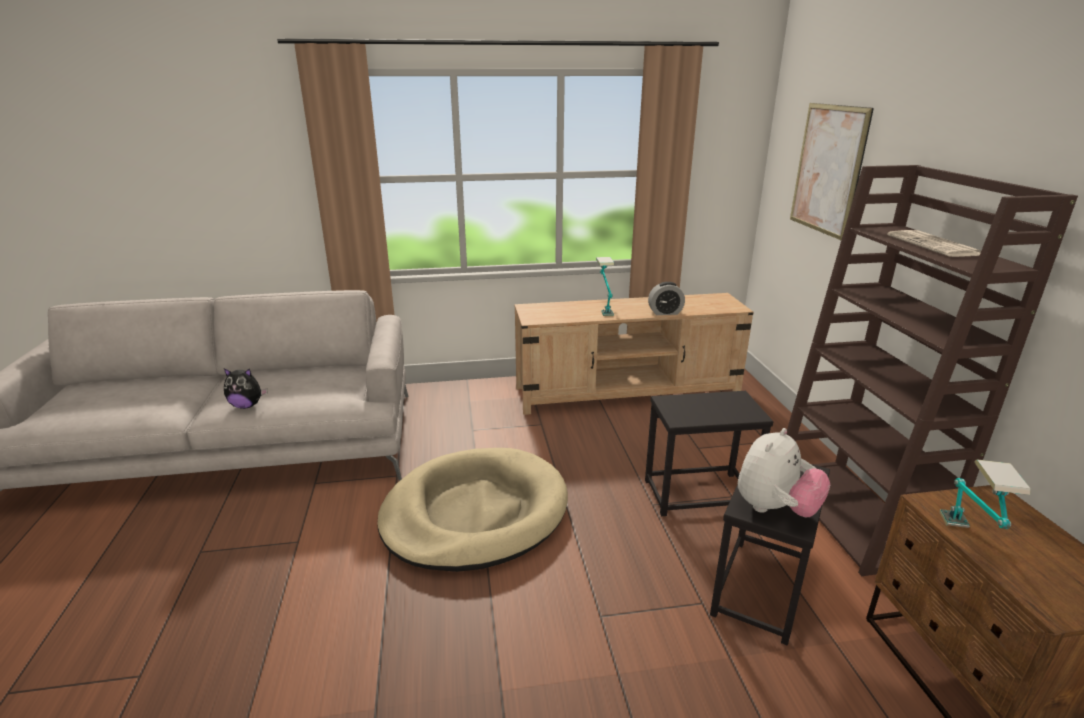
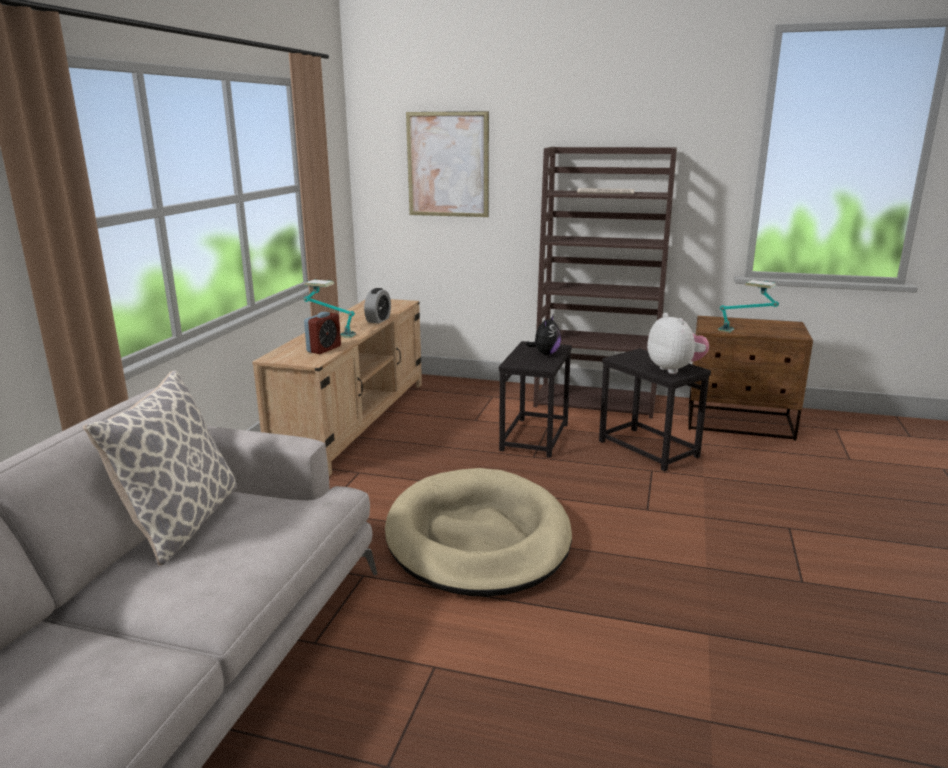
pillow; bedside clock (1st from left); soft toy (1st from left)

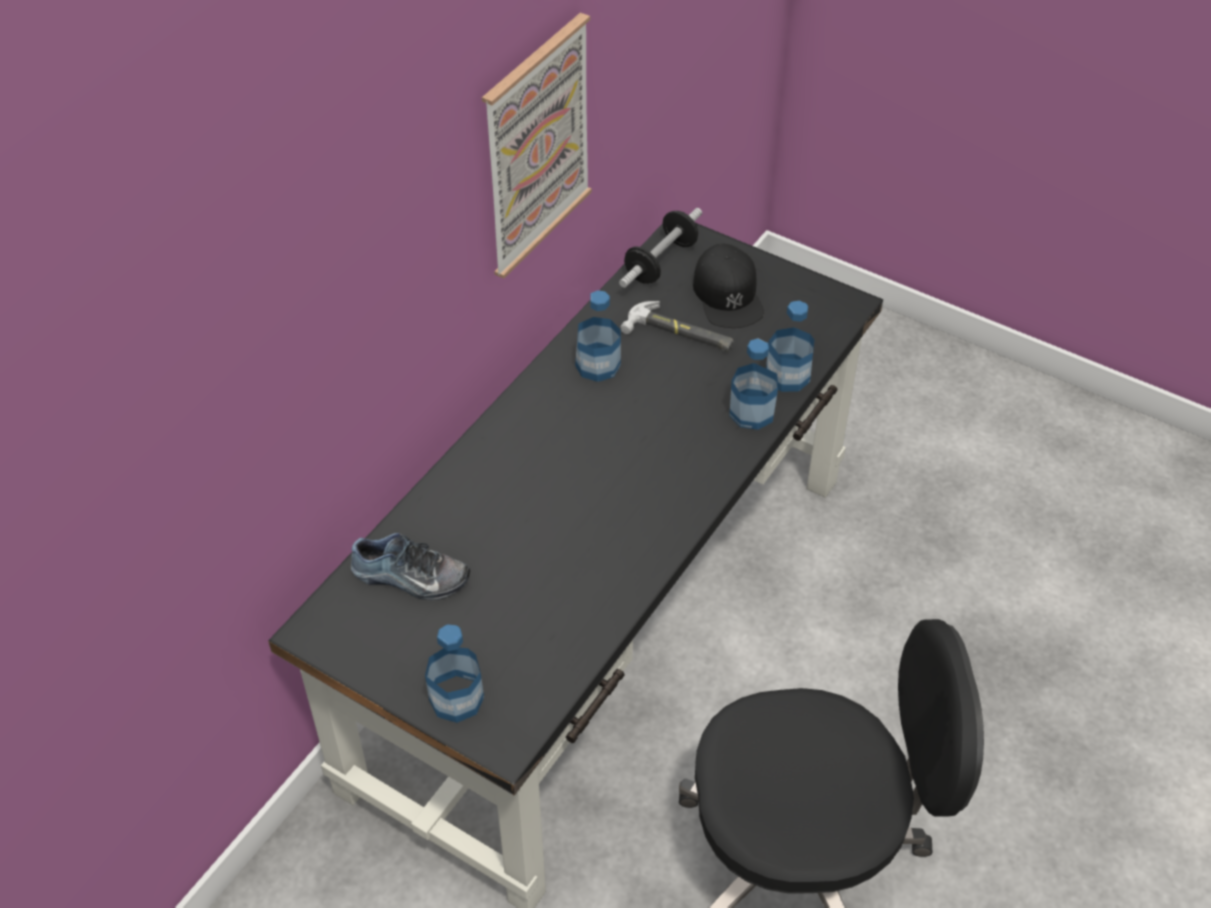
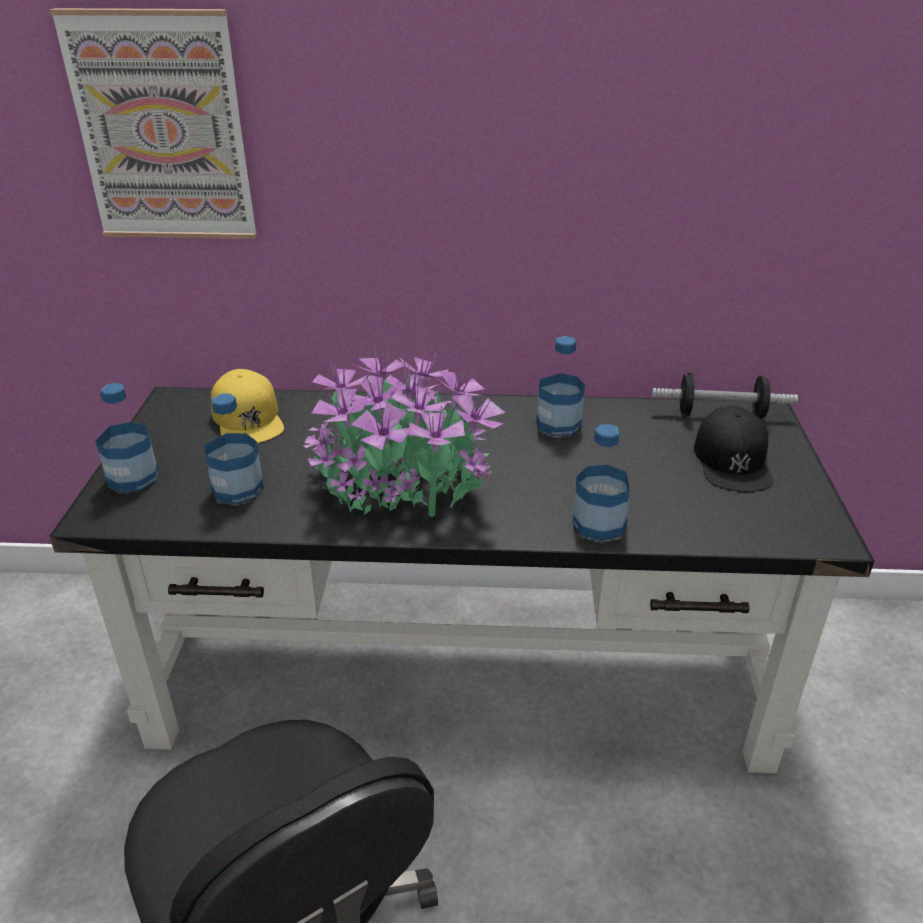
tool hammer; potted plant; picture; drink bottle (2nd from left); peaked cap/yellow-coloured; peaked cap/blackish

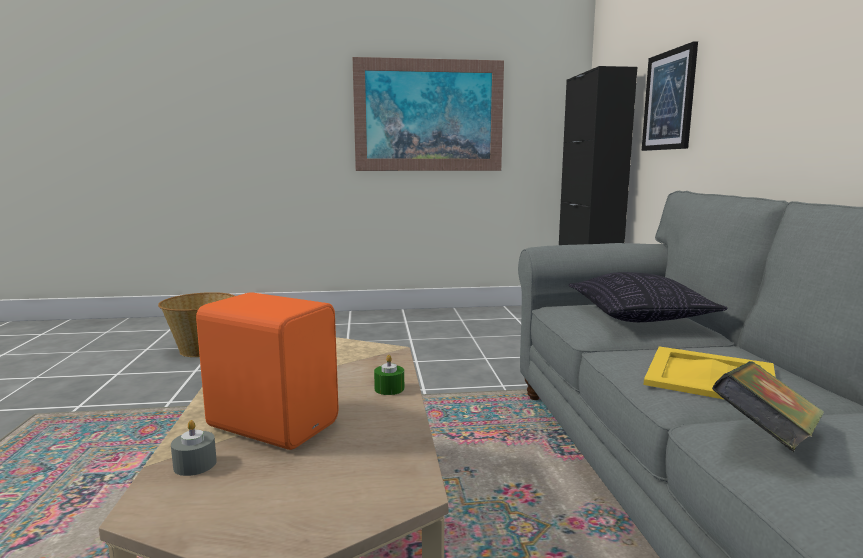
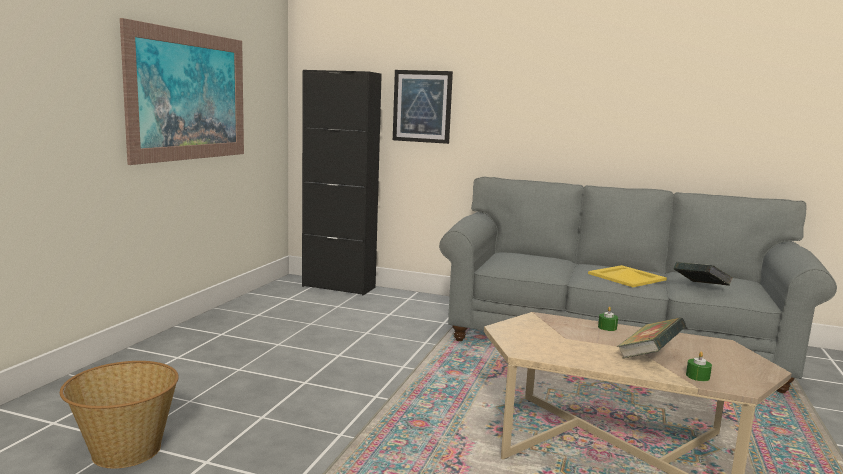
pillow; bound book (1st from left); wax candle/greenish (2nd from left)

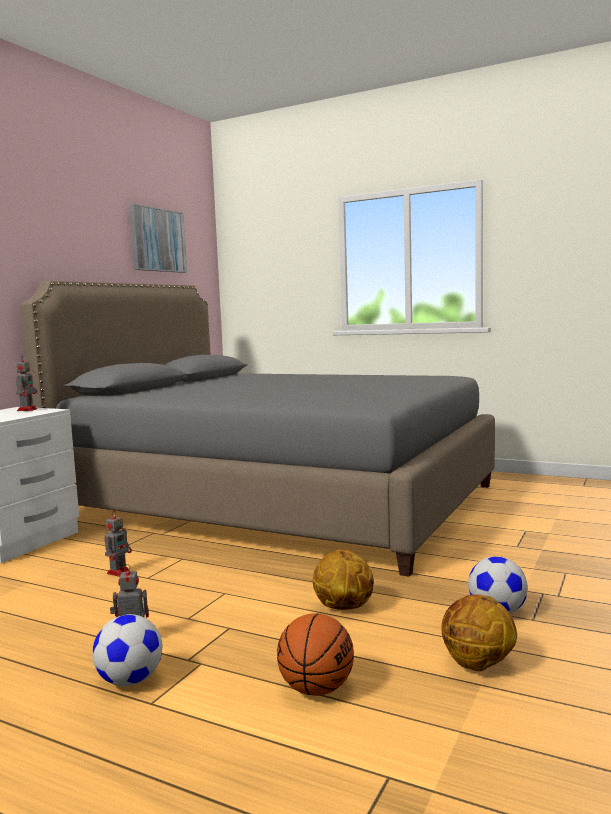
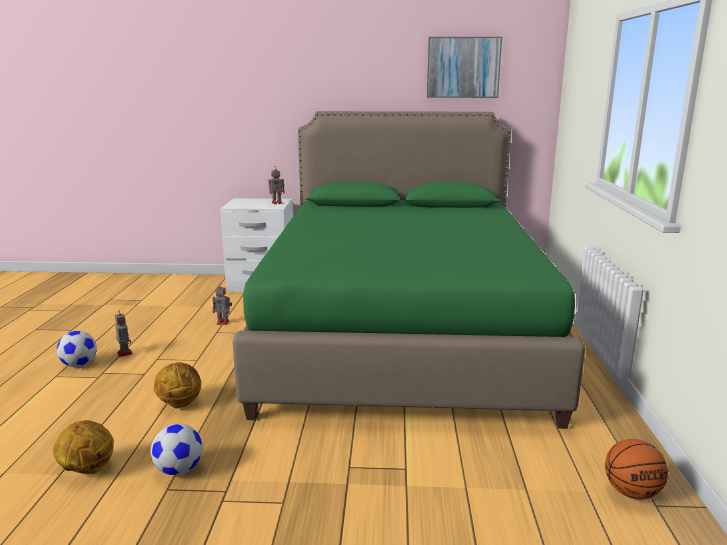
basketball (3rd from left); bed/greenish

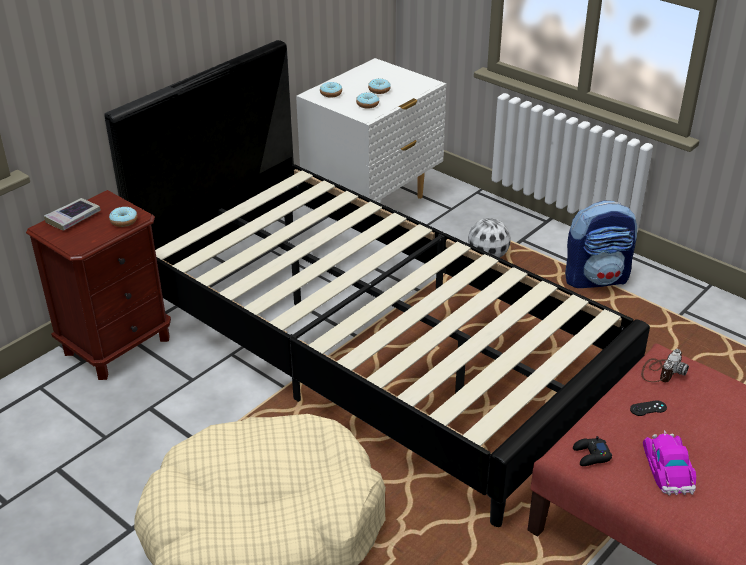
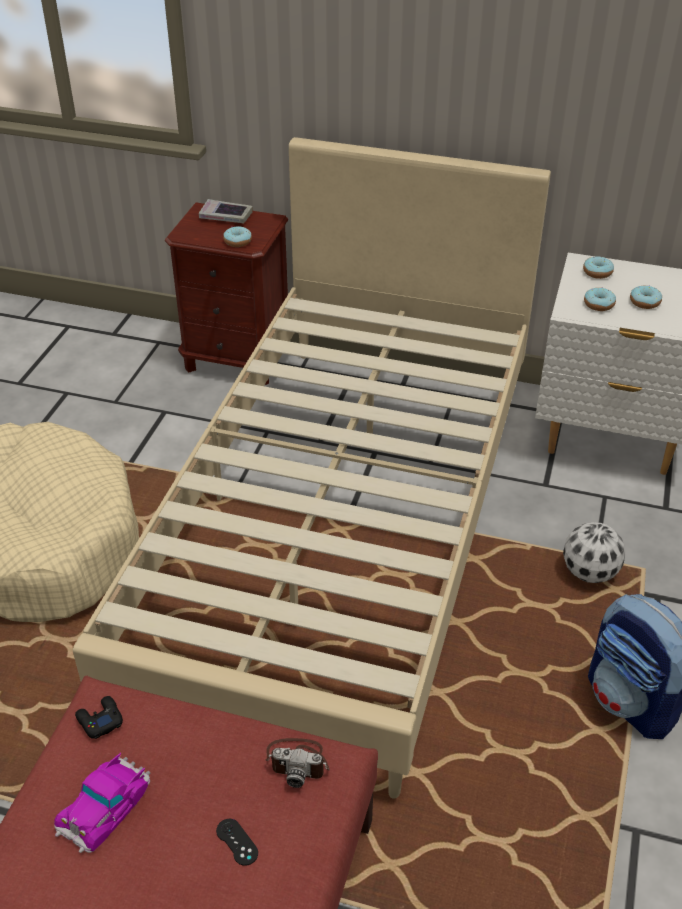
gamepad/blackish (2nd from left); bed/beige-coloured; toy car

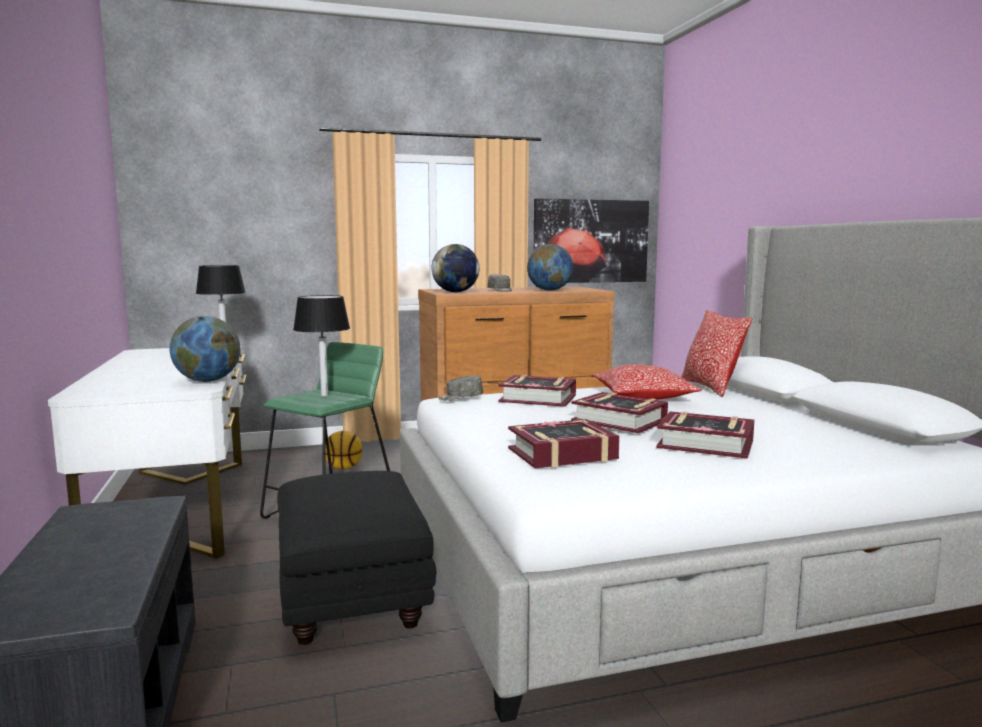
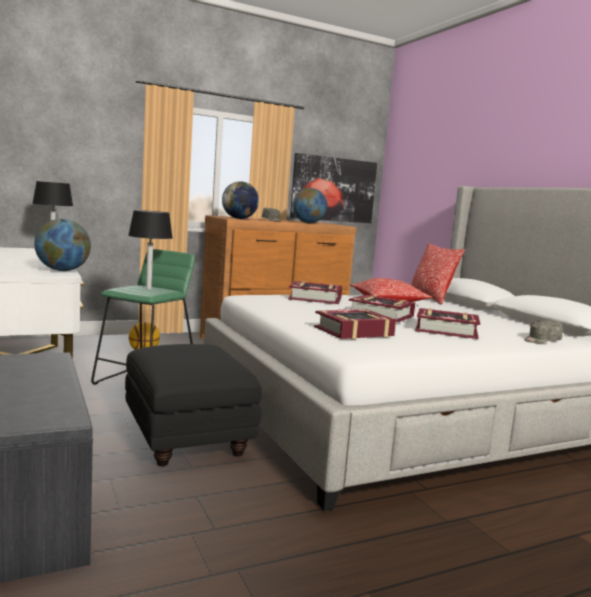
peaked cap/greyish (2nd from left)

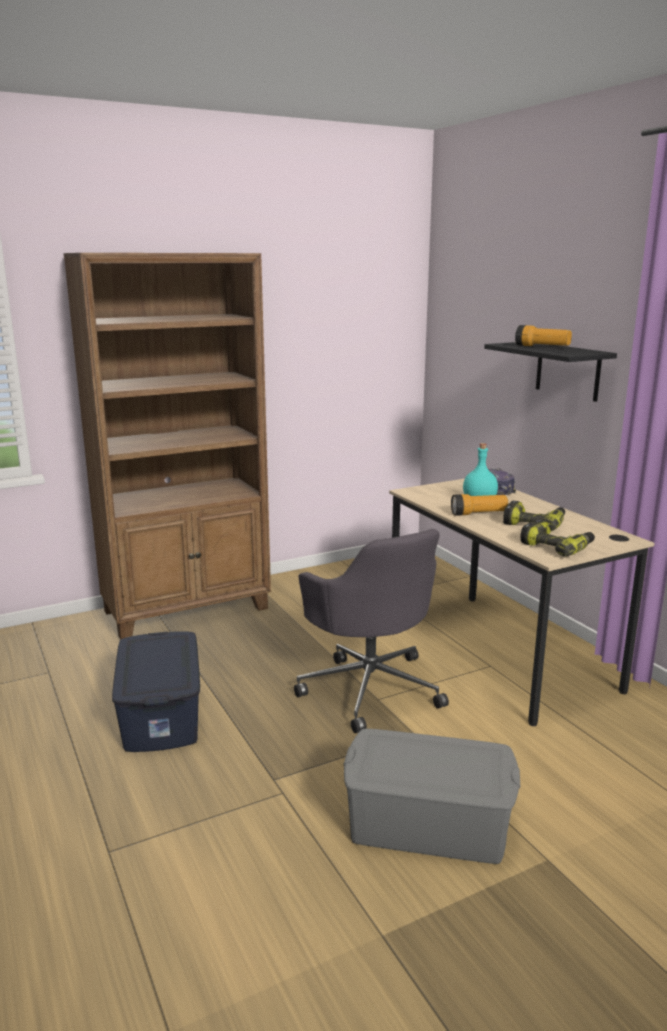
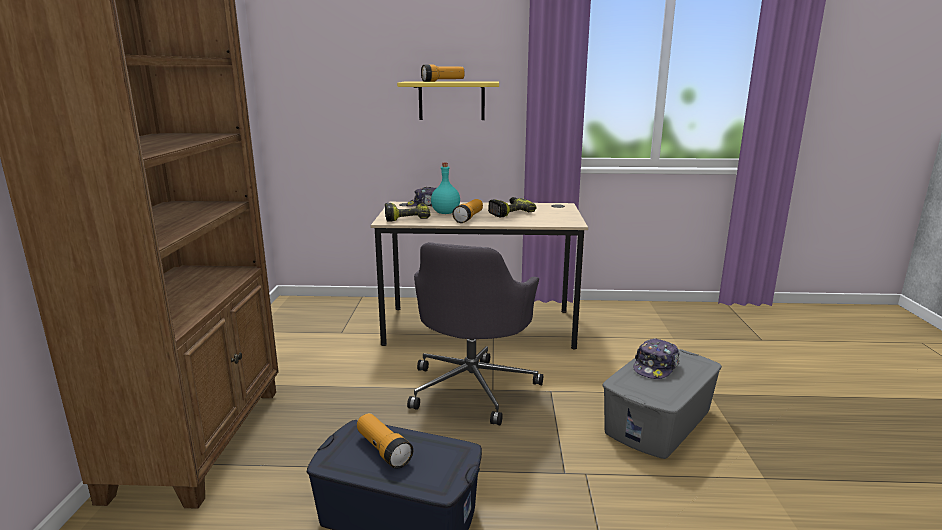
hand torch (1st from left); peaked cap (2nd from left); power drill (1st from left); wall shelf/yellow-coloured; desk chair/greyish

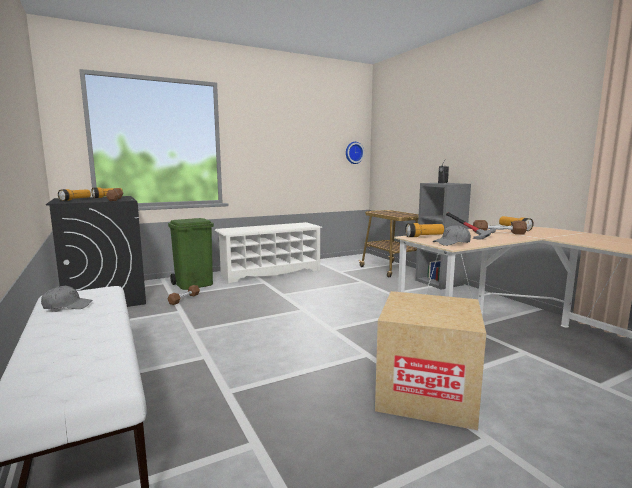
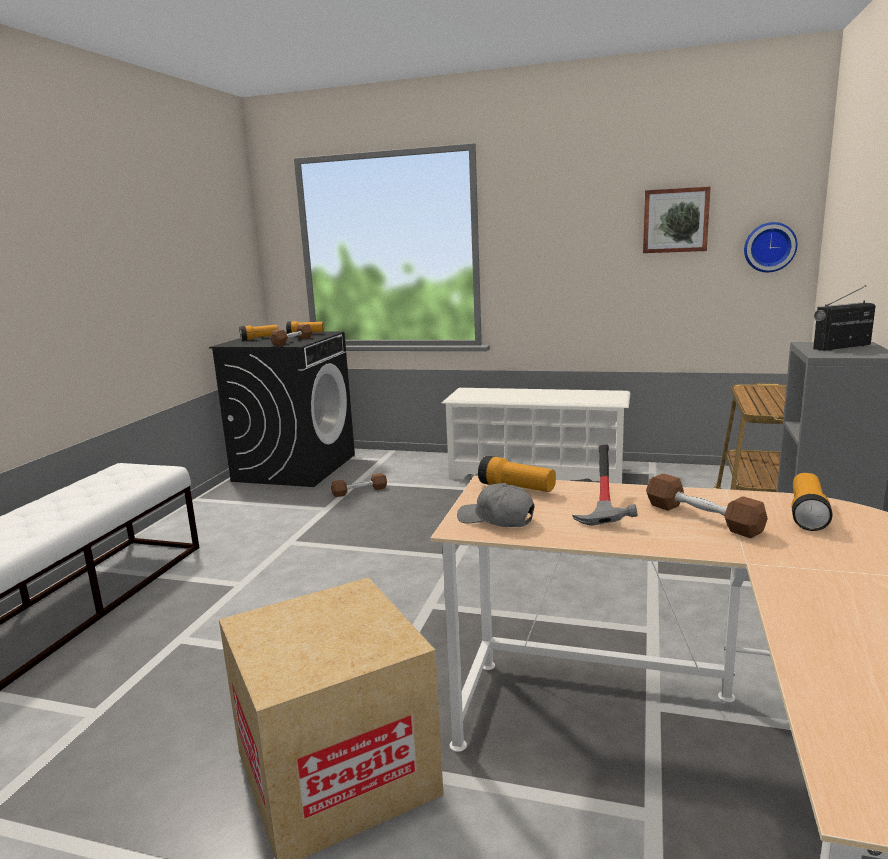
peaked cap/greyish (1st from left in the first image); rubbish bin/greenish; picture

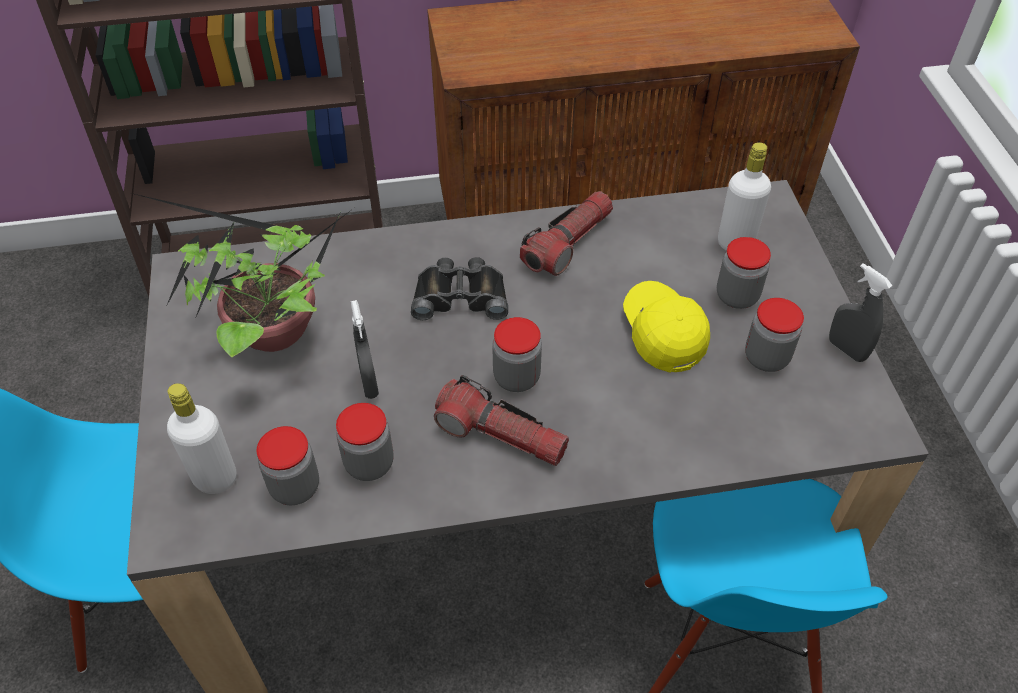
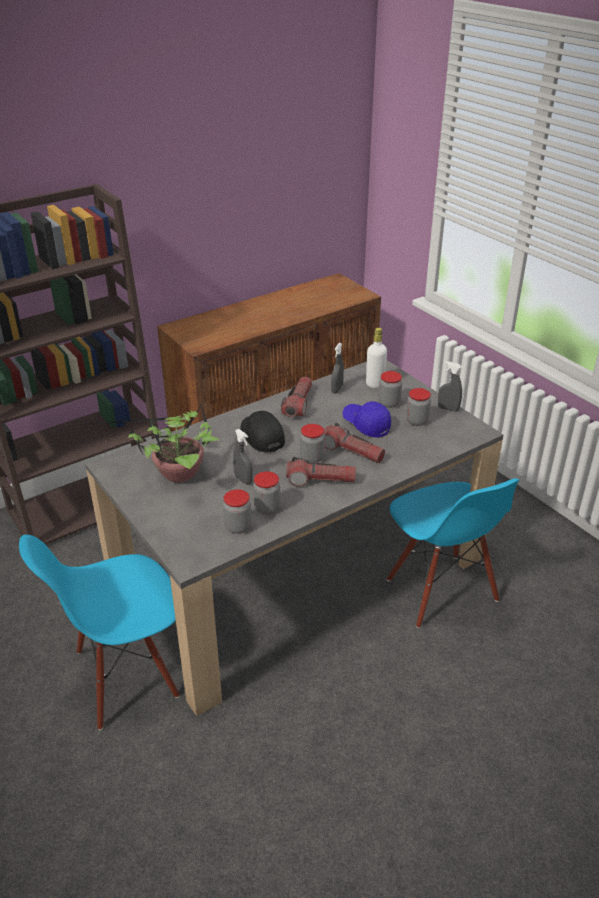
drink bottle/whitish (1st from left in the first image); hand torch (3rd from left); spray bottle/greyish (2nd from left); peaked cap/blackish; peaked cap/bluish

